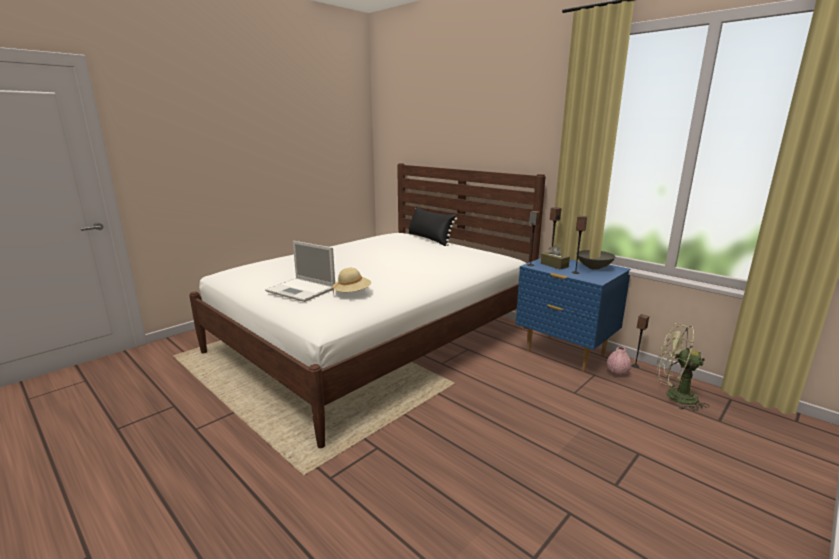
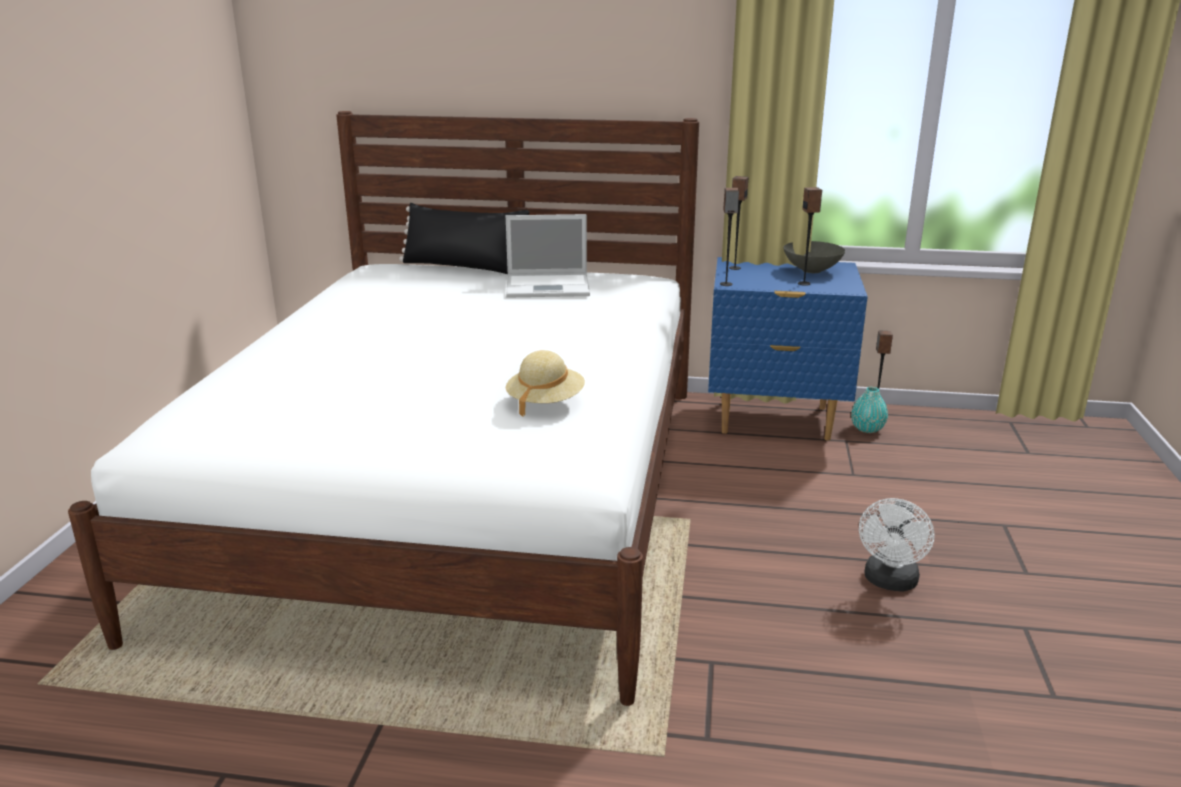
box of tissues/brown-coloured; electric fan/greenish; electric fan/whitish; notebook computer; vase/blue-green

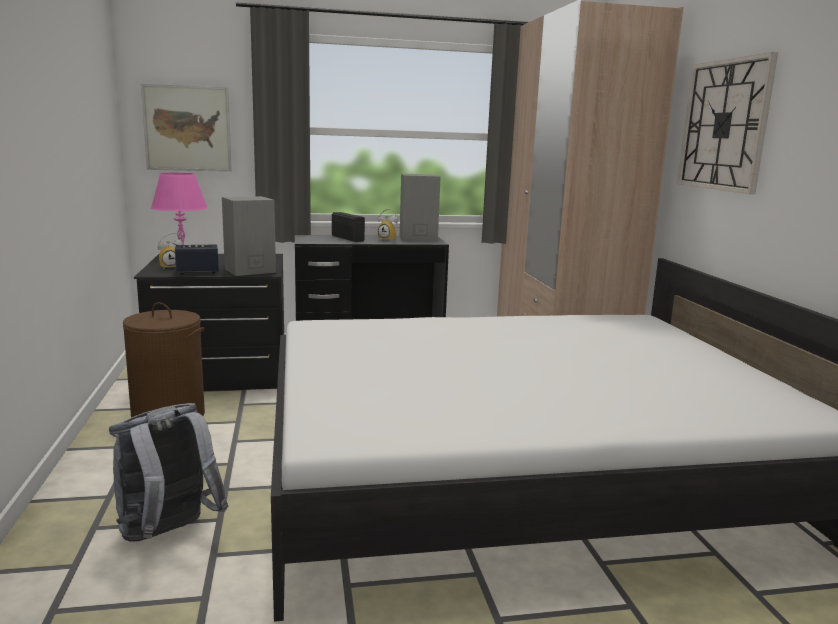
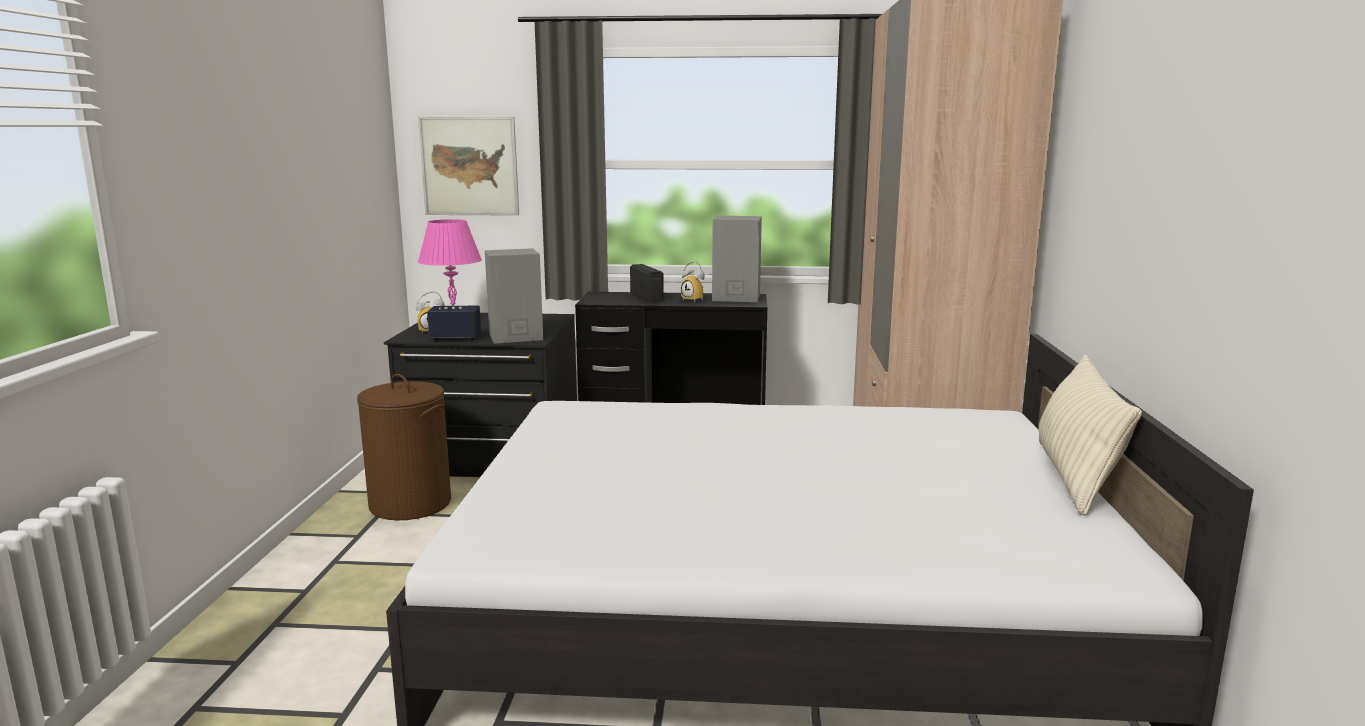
backpack/greyish; hanging clock; pillow/beige-coloured

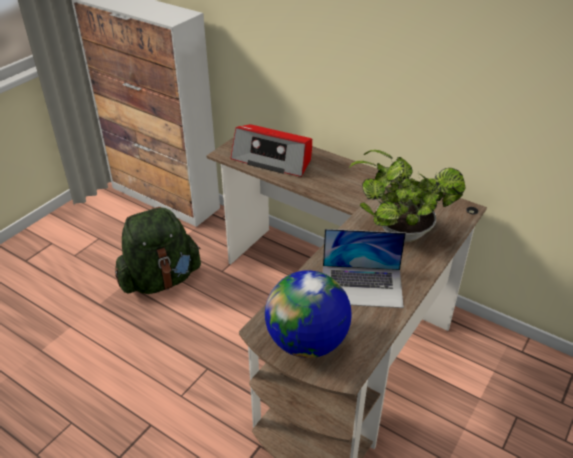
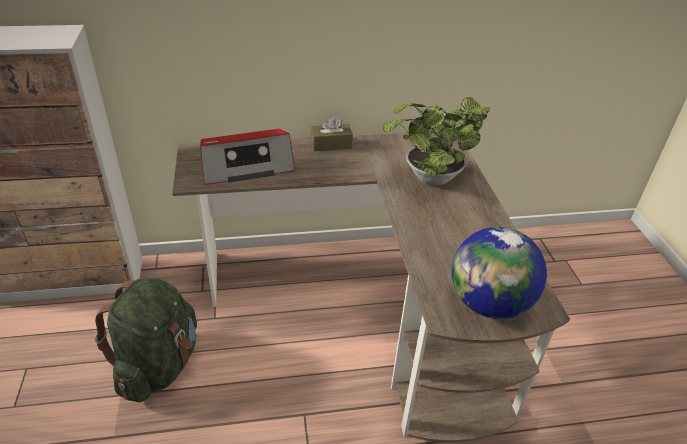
notebook computer; box of tissues/brown-coloured

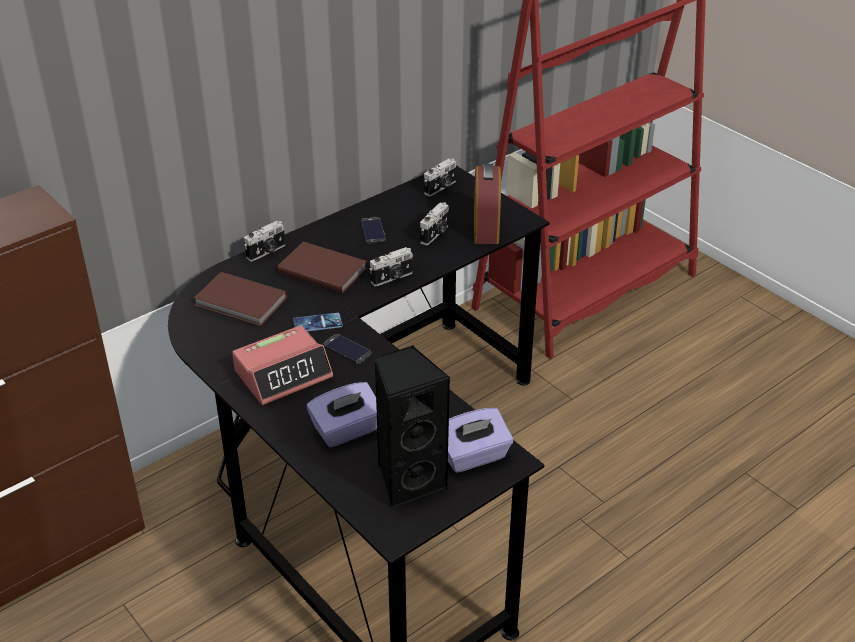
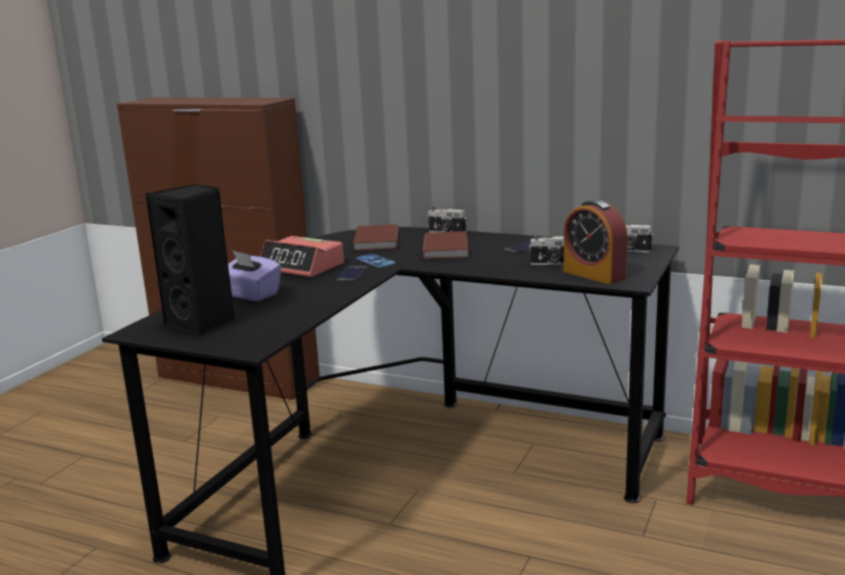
still camera (2nd from left in the first image); box of tissues/purplish (2nd from left in the first image); bedside clock (2nd from left)

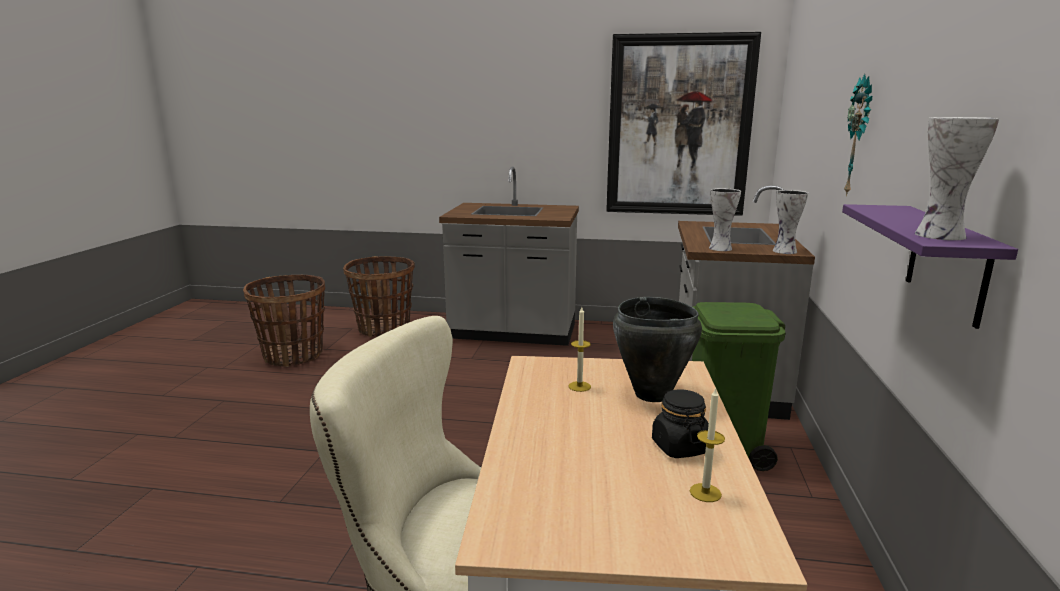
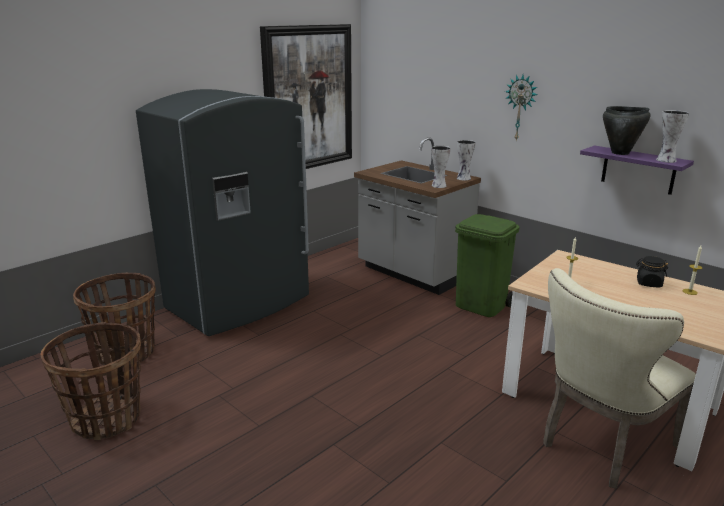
cooking pot/blackish; fridge/greyish

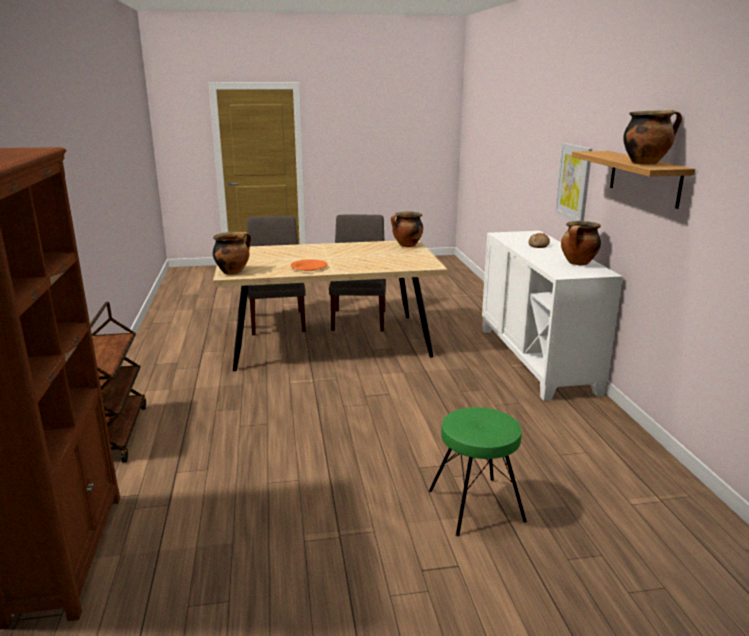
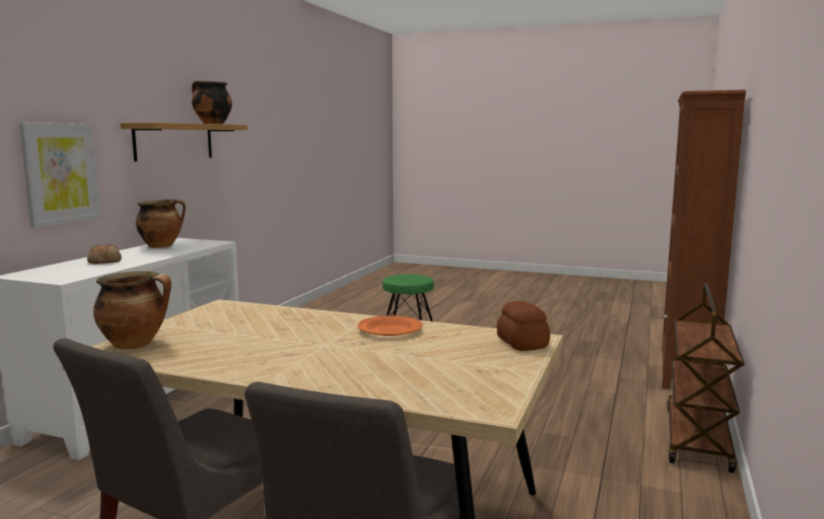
baked bread (2nd from left)

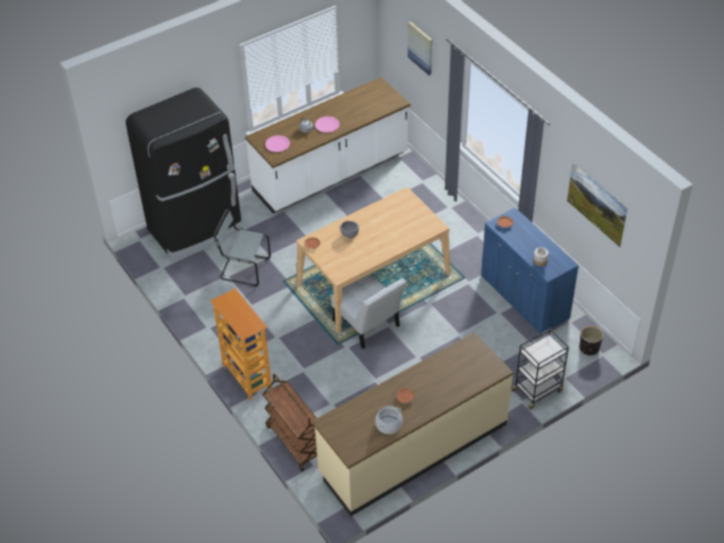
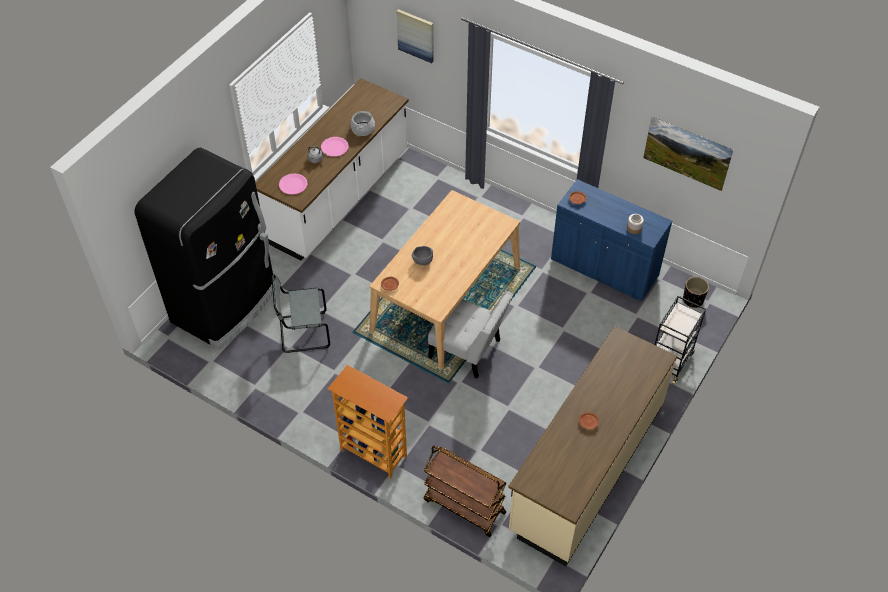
cooking pot

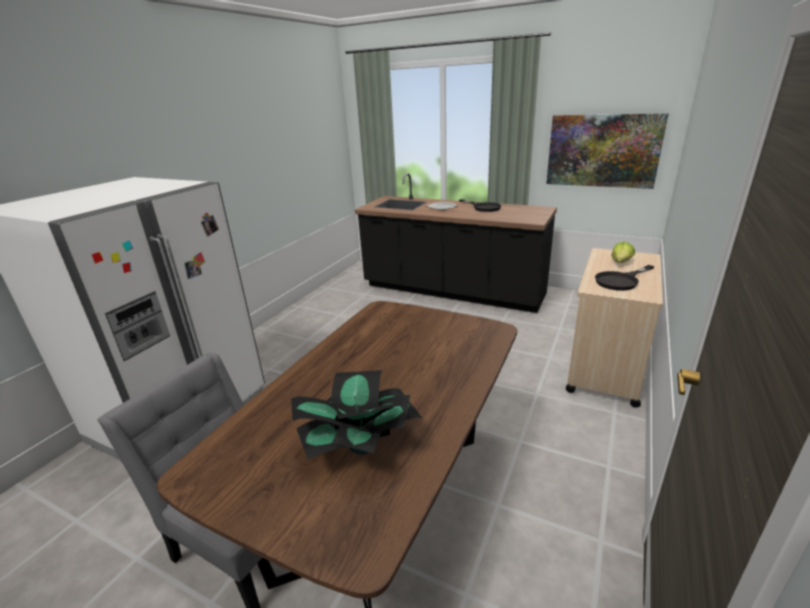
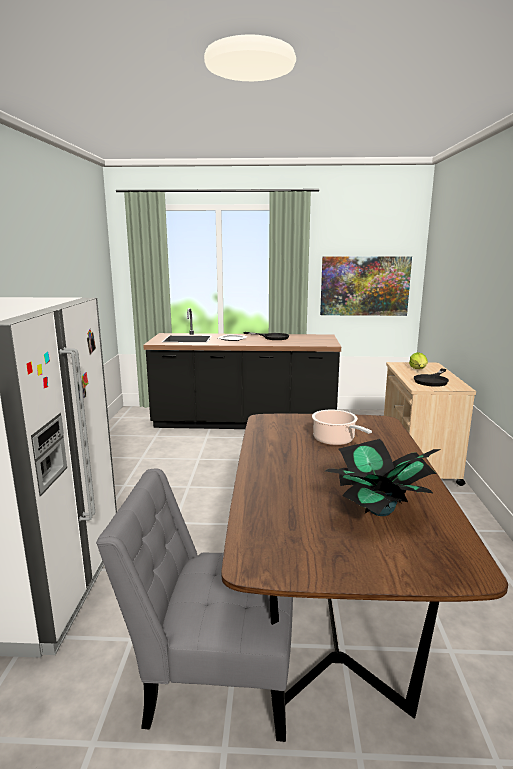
cooking pot

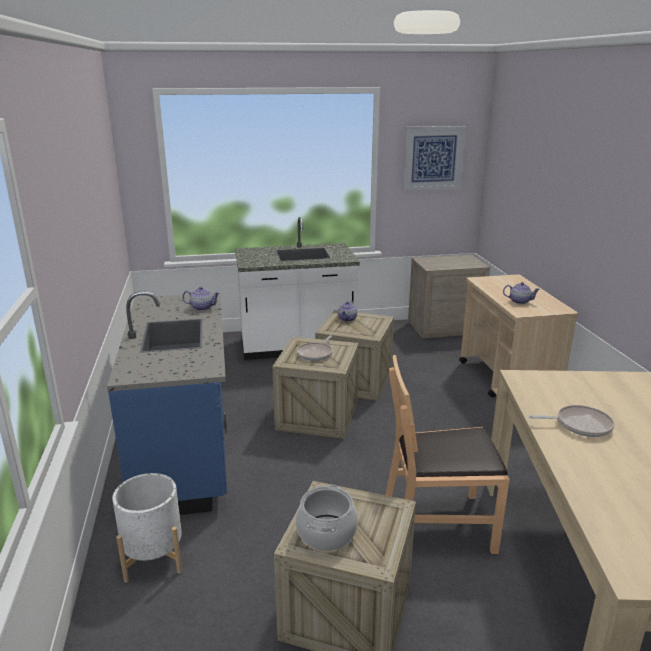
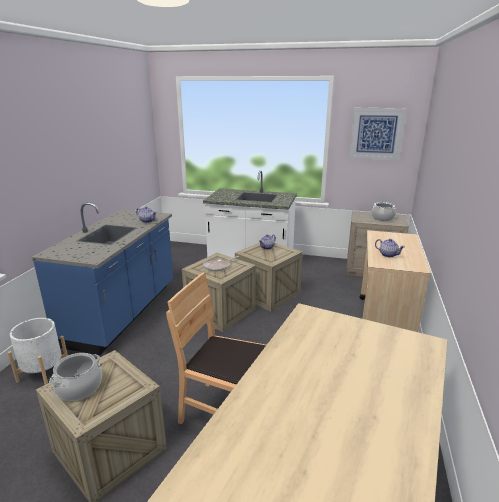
skillet (2nd from left in the first image); cooking pot (2nd from left)

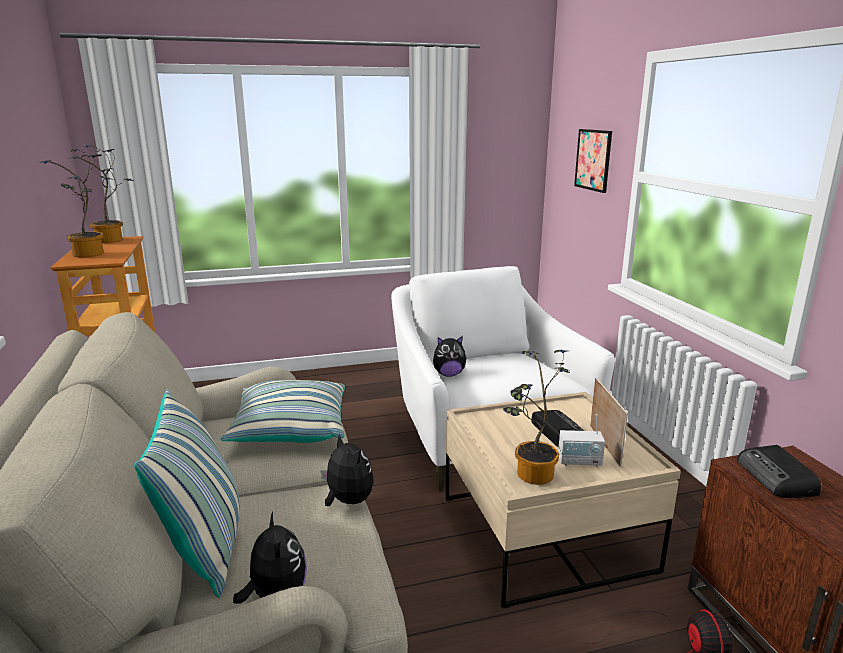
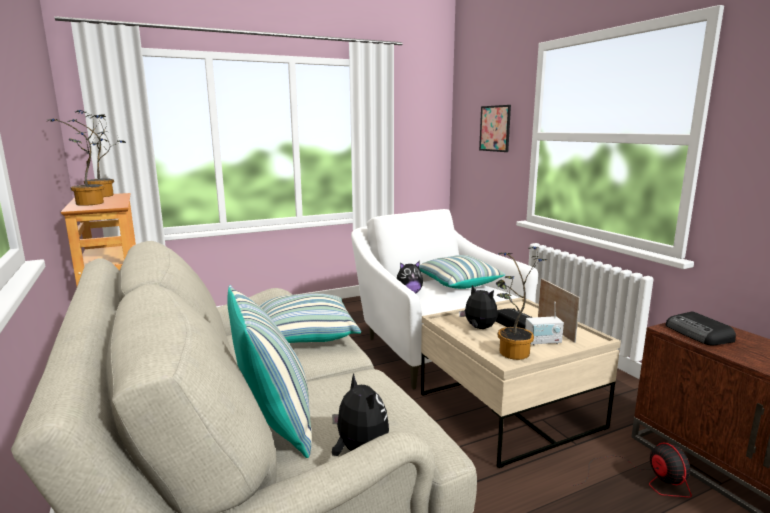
pillow (3rd from left); soft toy (3rd from left)

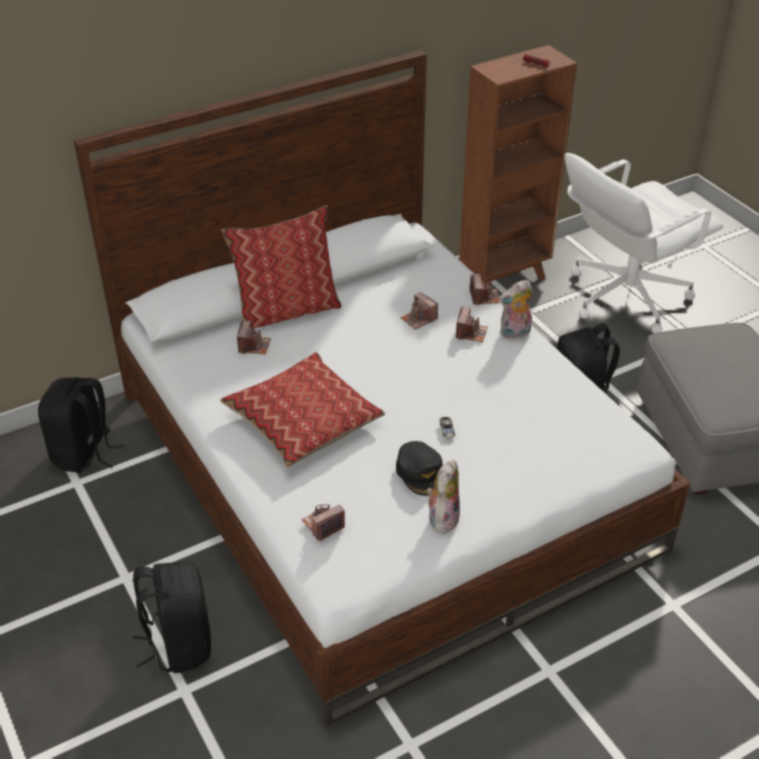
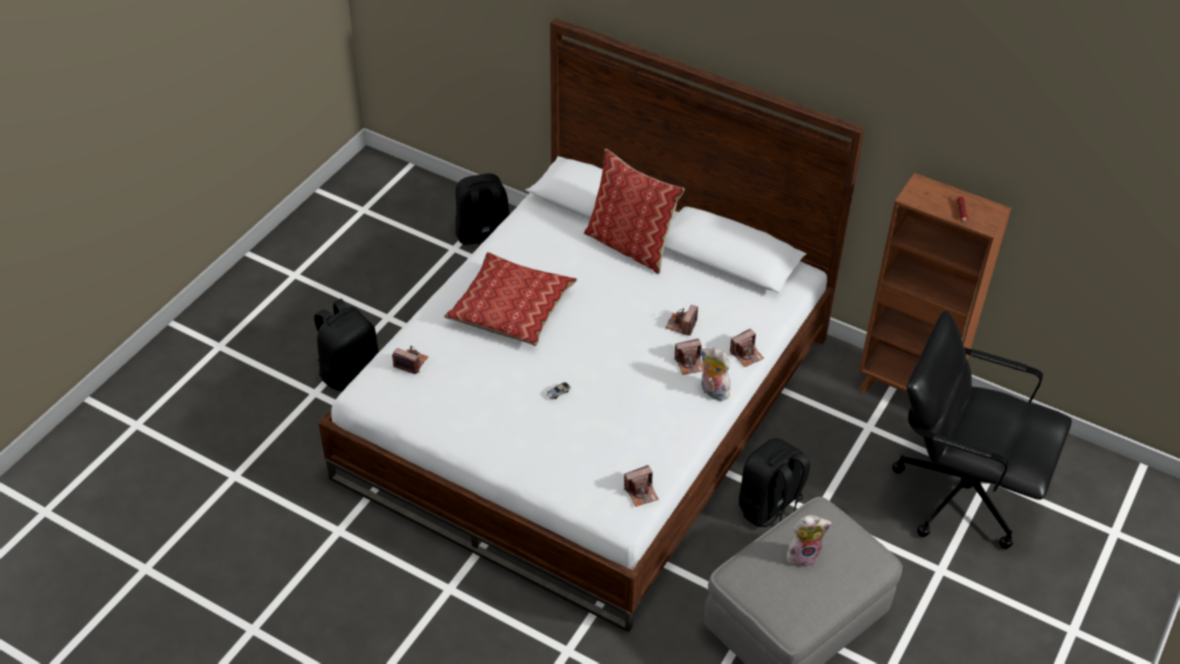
peaked cap/blackish; still camera (2nd from left); soft toy (2nd from left); desk chair/blackish

